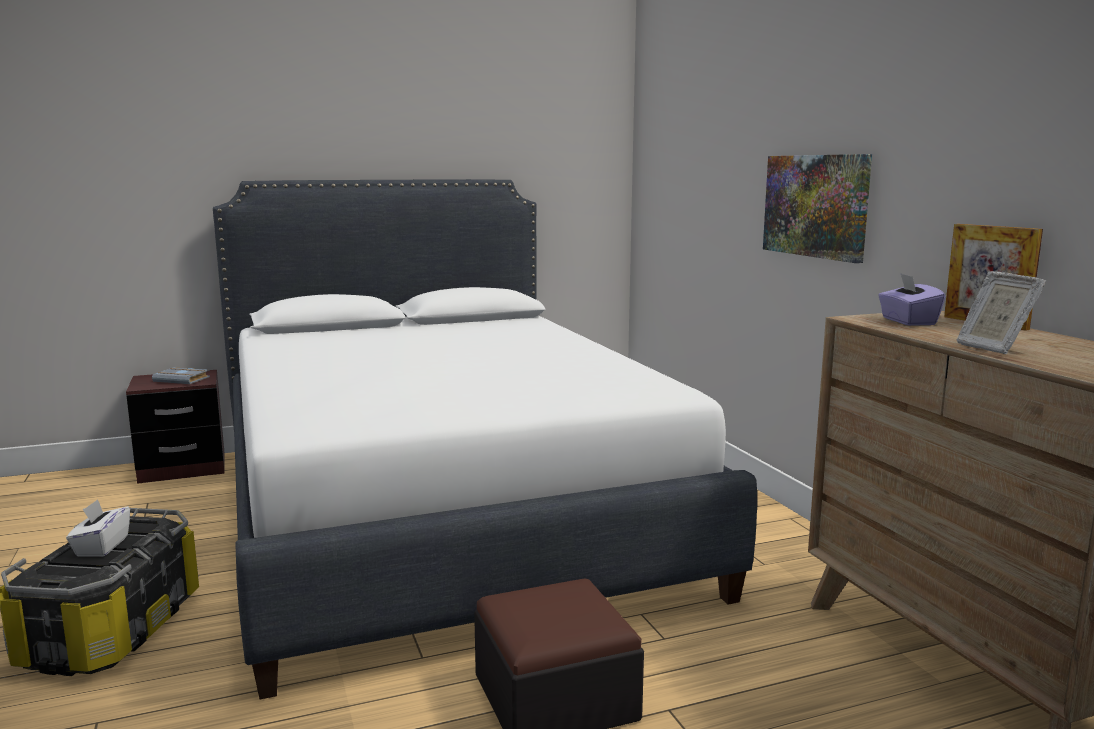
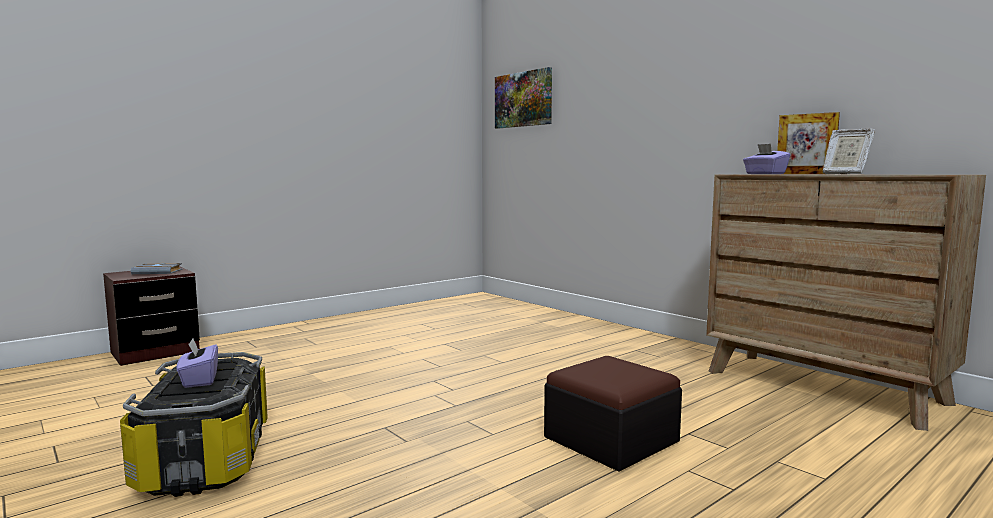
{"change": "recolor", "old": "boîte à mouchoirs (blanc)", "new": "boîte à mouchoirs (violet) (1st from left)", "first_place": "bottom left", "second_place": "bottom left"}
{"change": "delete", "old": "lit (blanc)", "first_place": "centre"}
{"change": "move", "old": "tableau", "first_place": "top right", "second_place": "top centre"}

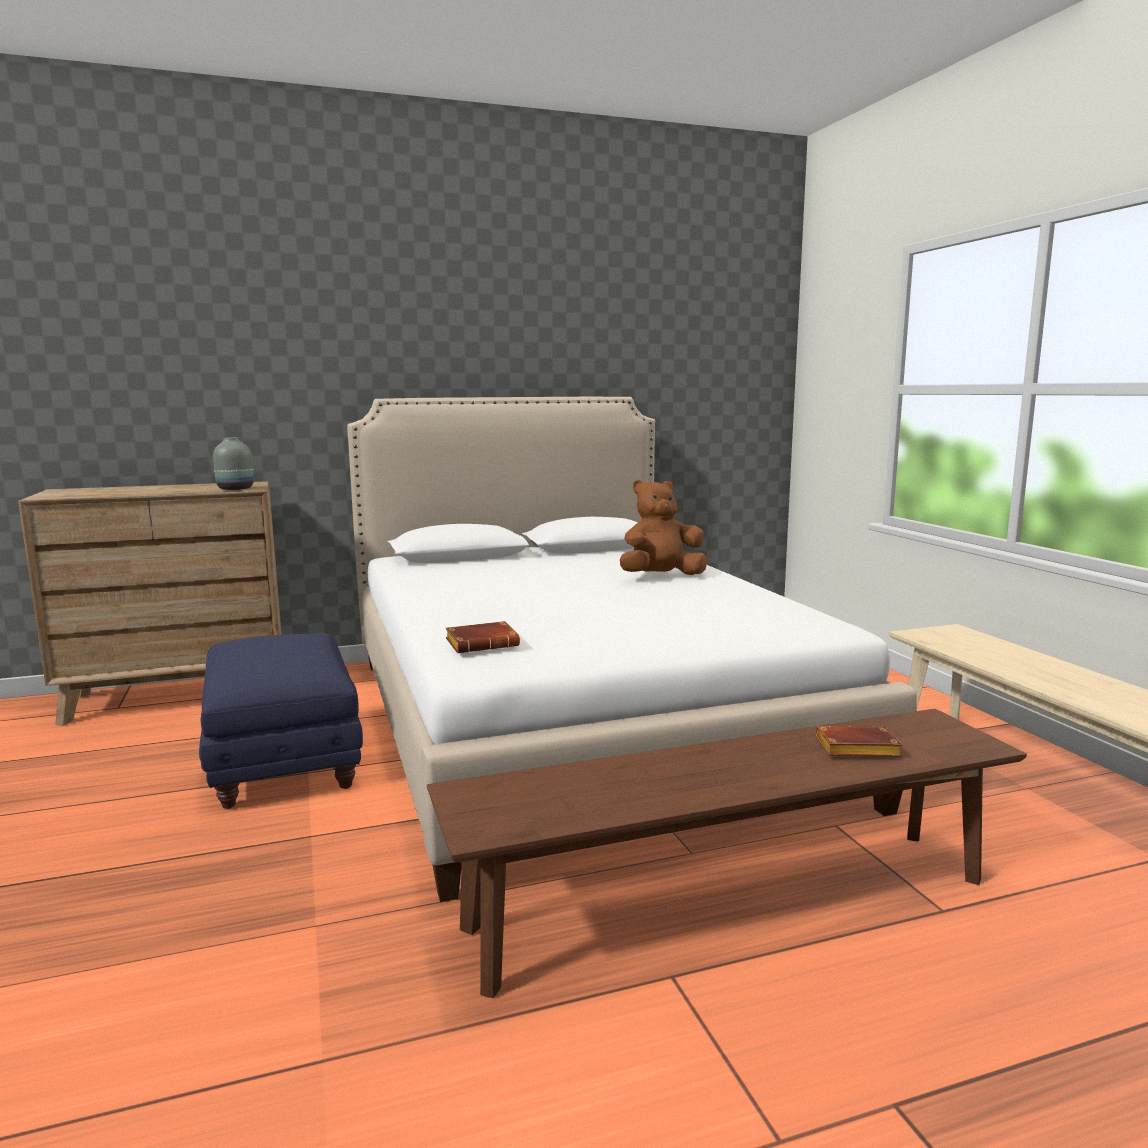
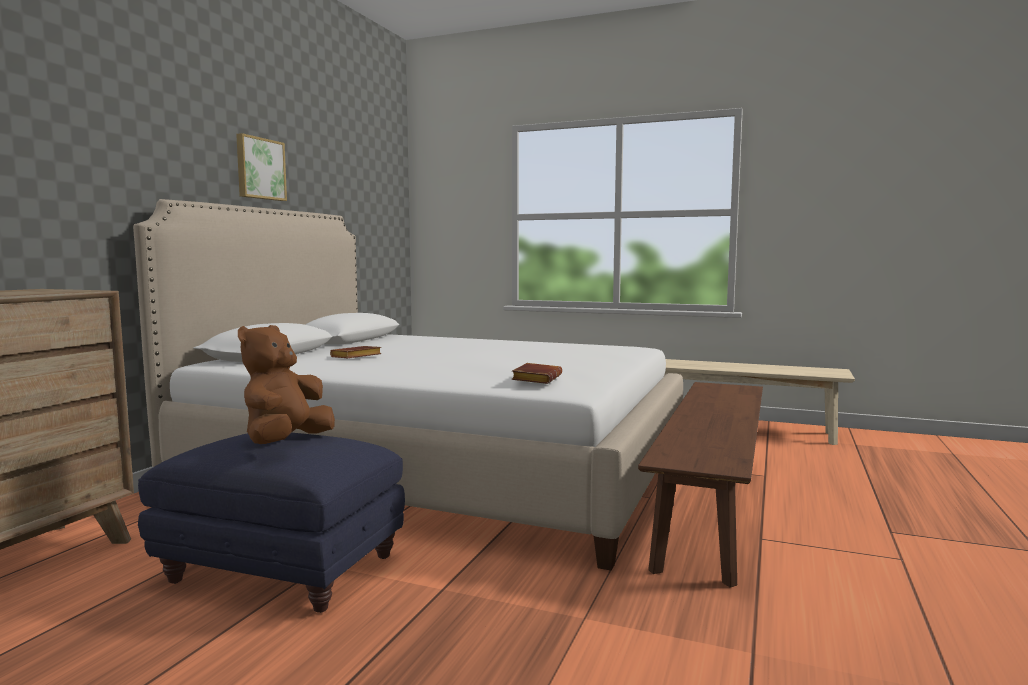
{"change": "delete", "old": "vase (gris)", "first_place": "middle left"}
{"change": "move", "old": "peluche (marron)", "first_place": "centre", "second_place": "middle left"}
{"change": "move", "old": "livre (marron) (2nd from left in the first image)", "new": "livre (marron) (1st from left)", "first_place": "middle right", "second_place": "centre"}
{"change": "insert", "new": "tableau", "second_place": "top left"}

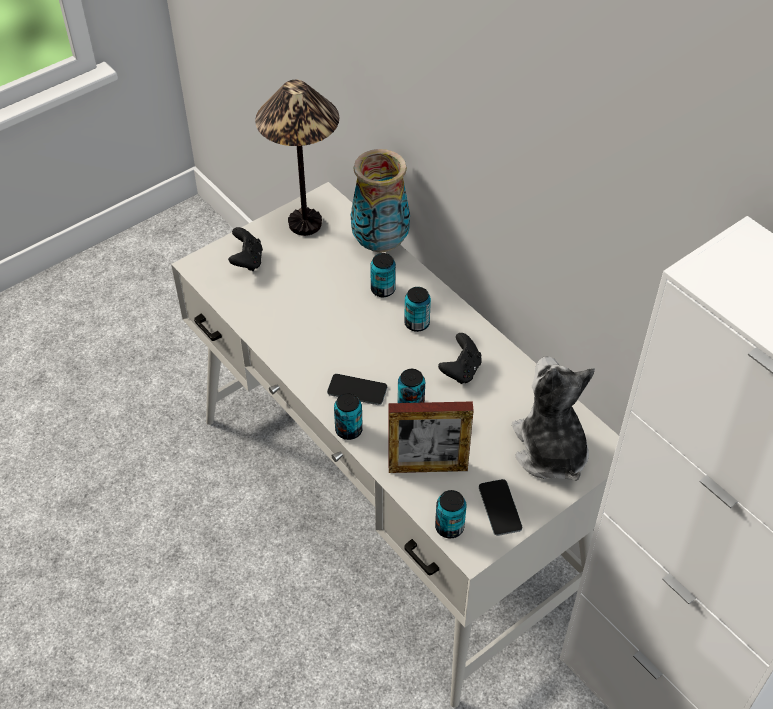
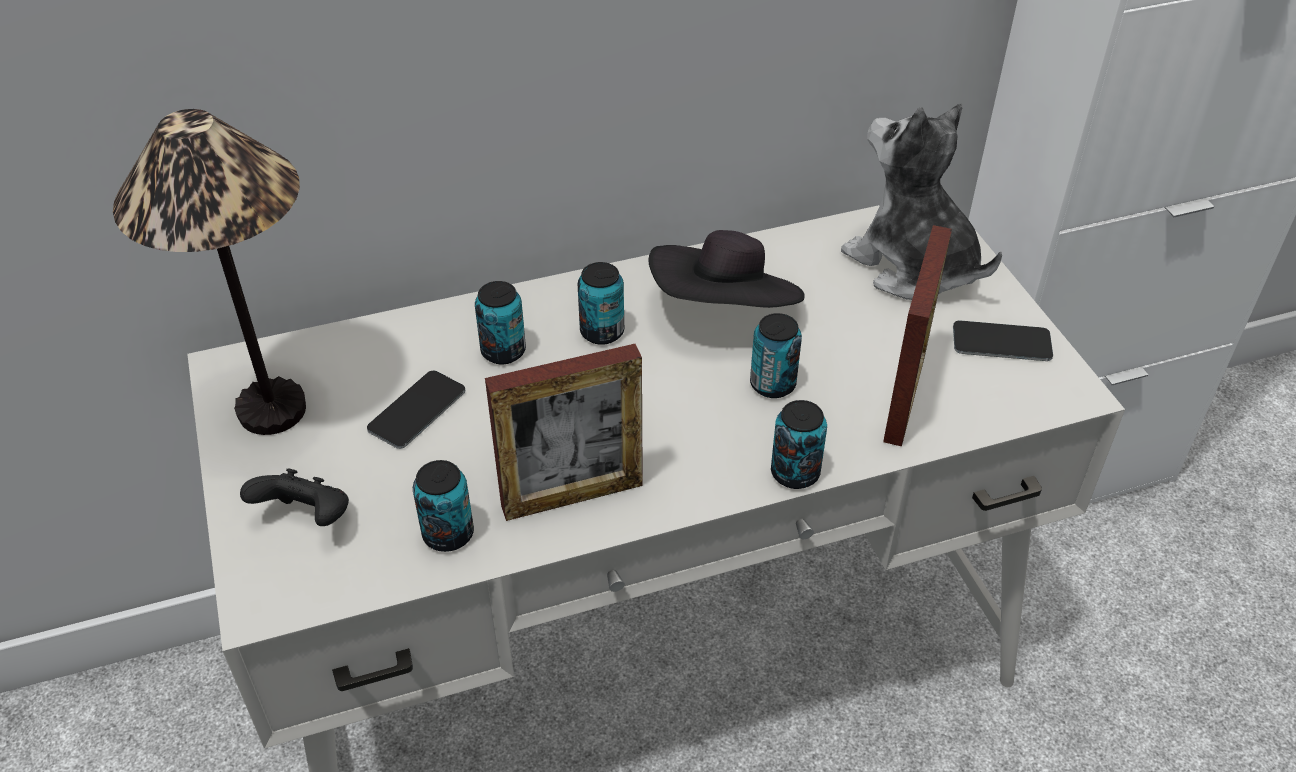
{"change": "move", "old": "téléphone (1st from left)", "first_place": "centre", "second_place": "middle left"}
{"change": "delete", "old": "vase", "first_place": "top centre"}
{"change": "move", "old": "boîte métallique (5th from left in the first image)", "new": "boîte métallique (1st from left)", "first_place": "bottom centre", "second_place": "centre"}
{"change": "replace", "old": "manette (noir) (2nd from left)", "new": "chapeau (noir)", "first_place": "centre", "second_place": "centre"}
{"change": "rotate", "old": "peluche", "first_place": "middle right", "second_place": "top right", "degrees": 45}
{"change": "insert", "new": "cadre photo (1st from left)", "second_place": "centre"}

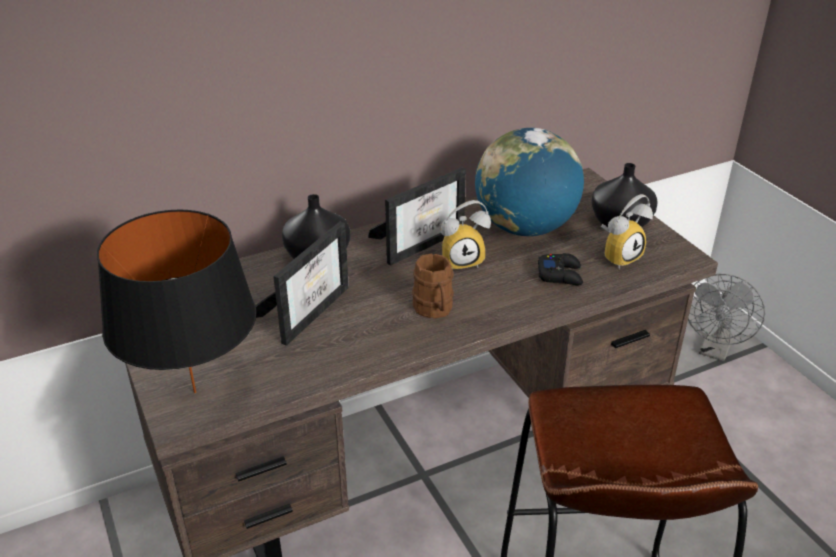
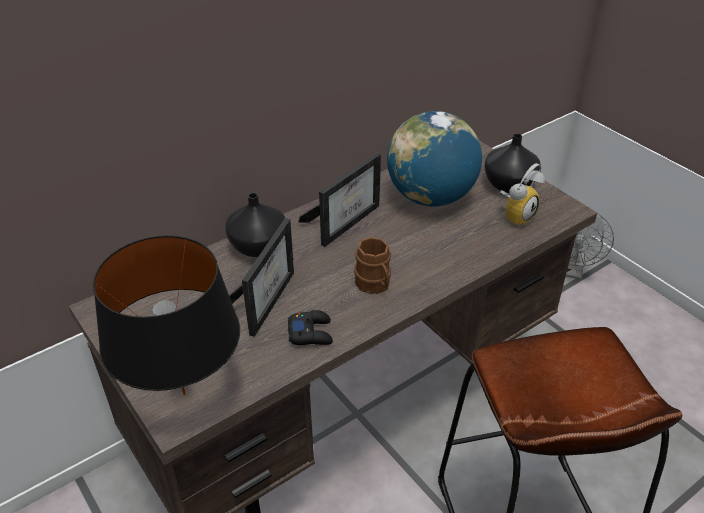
{"change": "delete", "old": "réveil (1st from left)", "first_place": "centre"}
{"change": "move", "old": "manette (noir)", "first_place": "middle right", "second_place": "centre"}

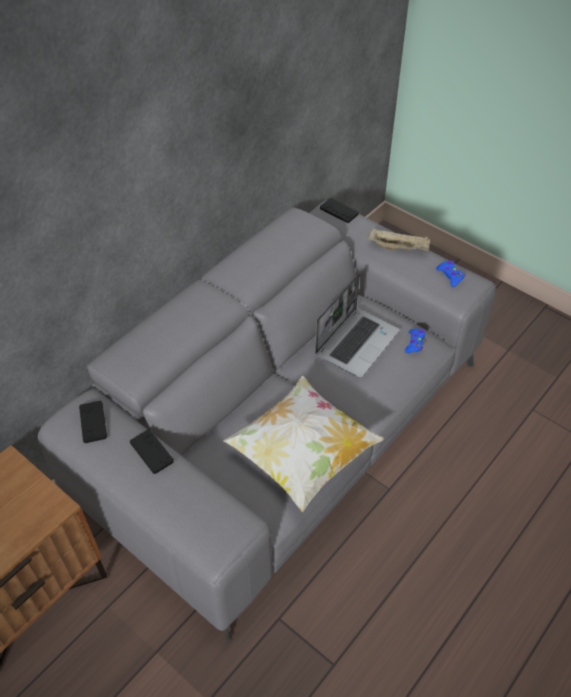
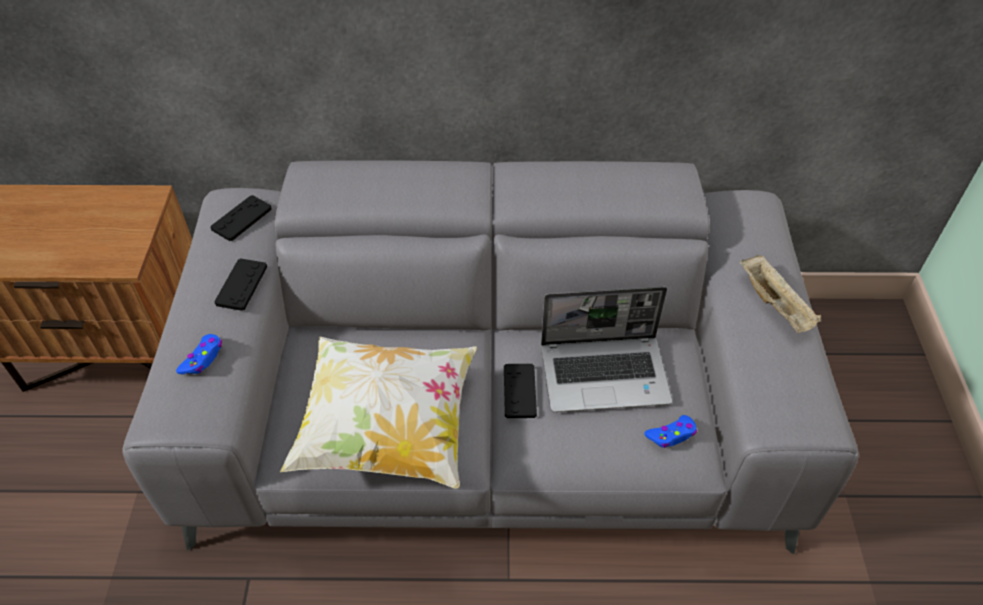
{"change": "move", "old": "manette (noir) (3rd from left)", "first_place": "top centre", "second_place": "centre"}
{"change": "move", "old": "manette (bleu) (2nd from left in the first image)", "new": "manette (bleu) (1st from left)", "first_place": "middle right", "second_place": "middle left"}

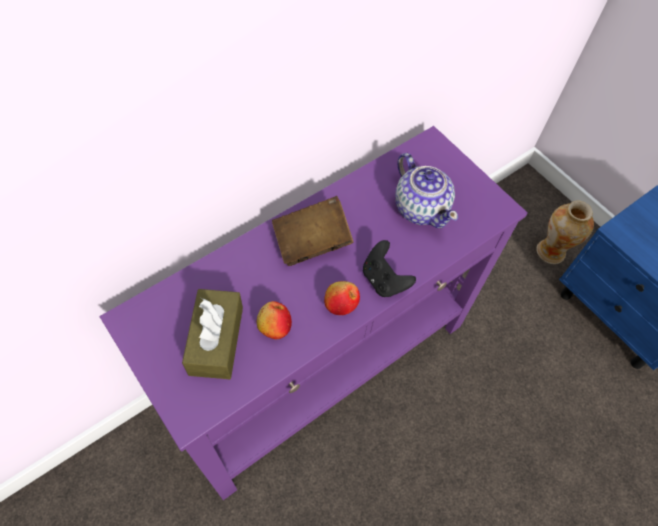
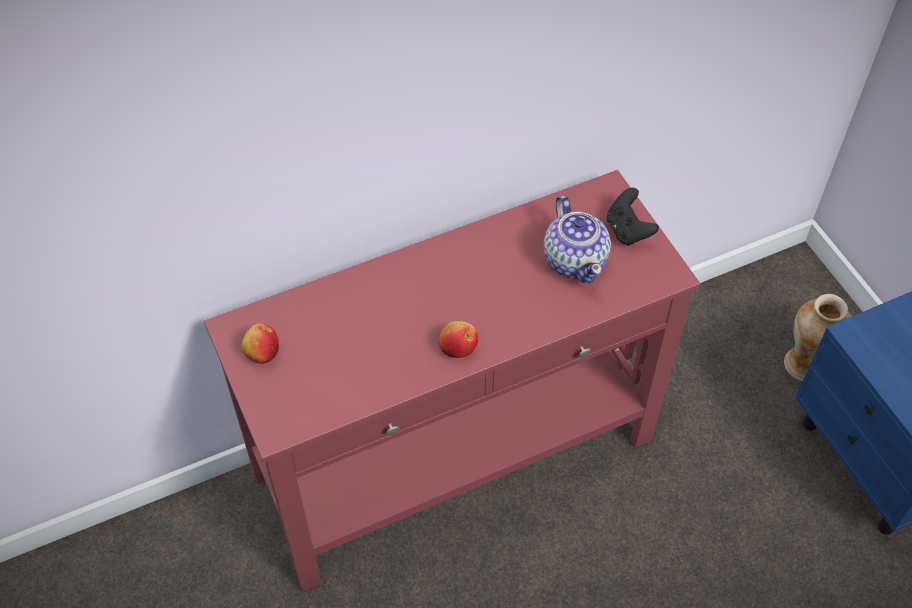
{"change": "recolor", "old": "table console (violet)", "new": "table console (rouge)", "first_place": "centre", "second_place": "centre"}
{"change": "delete", "old": "boîte à mouchoirs (marron)", "first_place": "middle left"}
{"change": "move", "old": "pomme (1st from left)", "first_place": "centre", "second_place": "middle left"}
{"change": "delete", "old": "livre (marron)", "first_place": "centre"}
{"change": "move", "old": "manette (noir)", "first_place": "centre", "second_place": "middle right"}

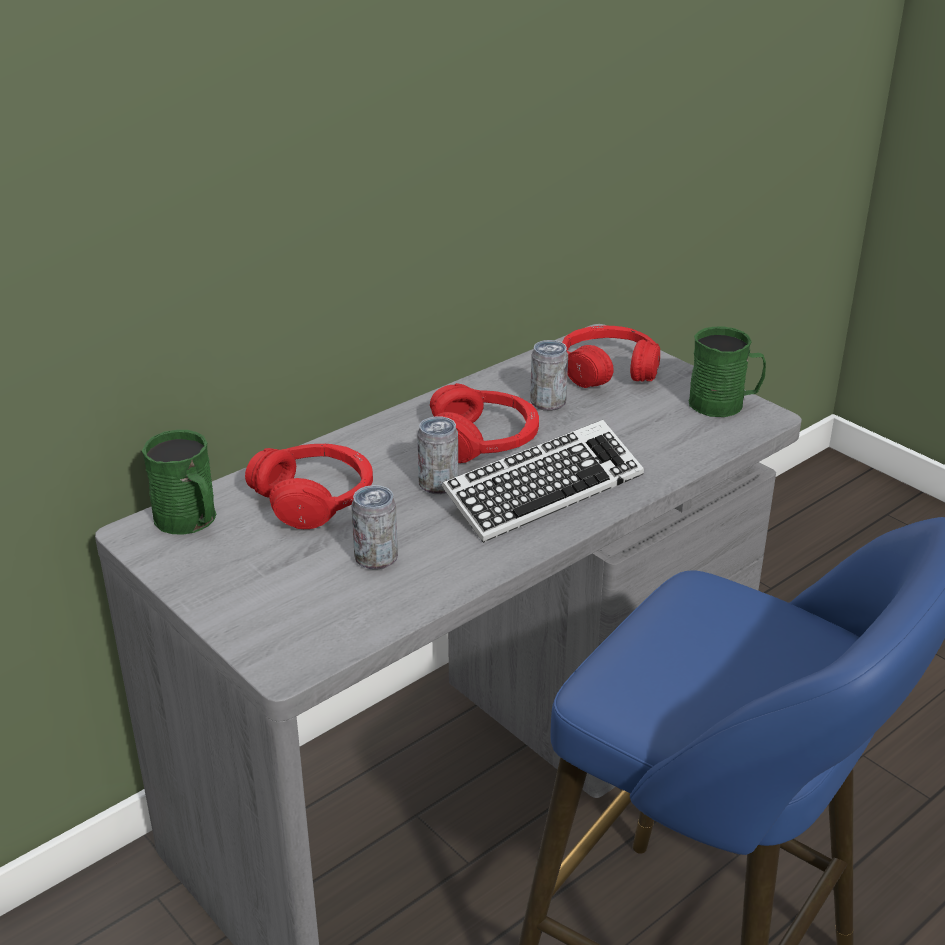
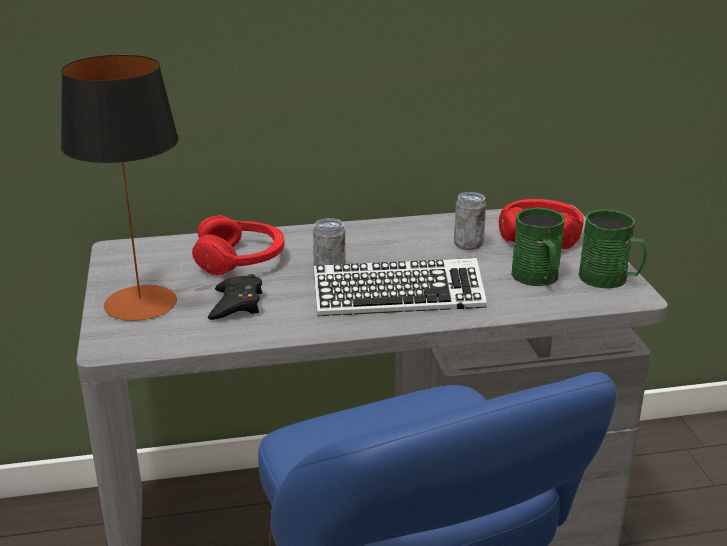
{"change": "move", "old": "mug (vert) (1st from left)", "first_place": "middle left", "second_place": "middle right"}
{"change": "replace", "old": "boîte métallique (1st from left)", "new": "manette (noir)", "first_place": "centre", "second_place": "middle left"}
{"change": "delete", "old": "casque audio (rouge) (2nd from left)", "first_place": "centre"}
{"change": "insert", "new": "lampe de table", "second_place": "middle left"}

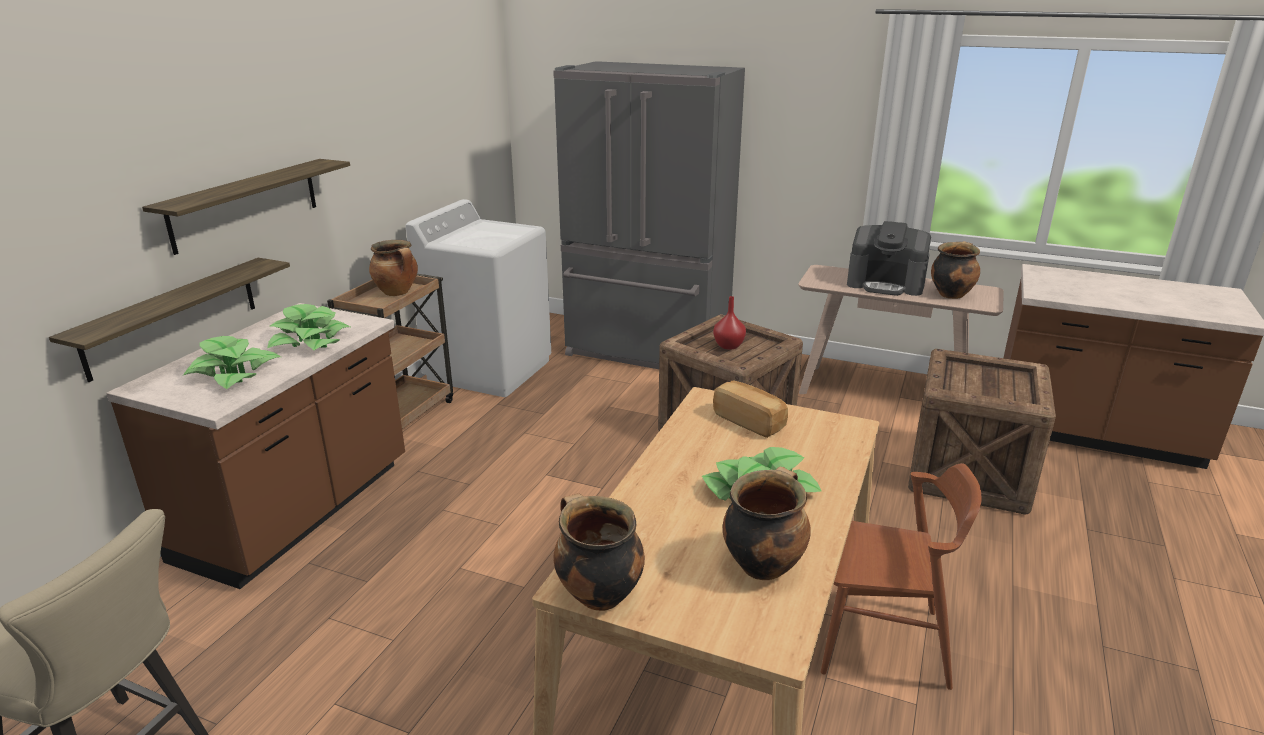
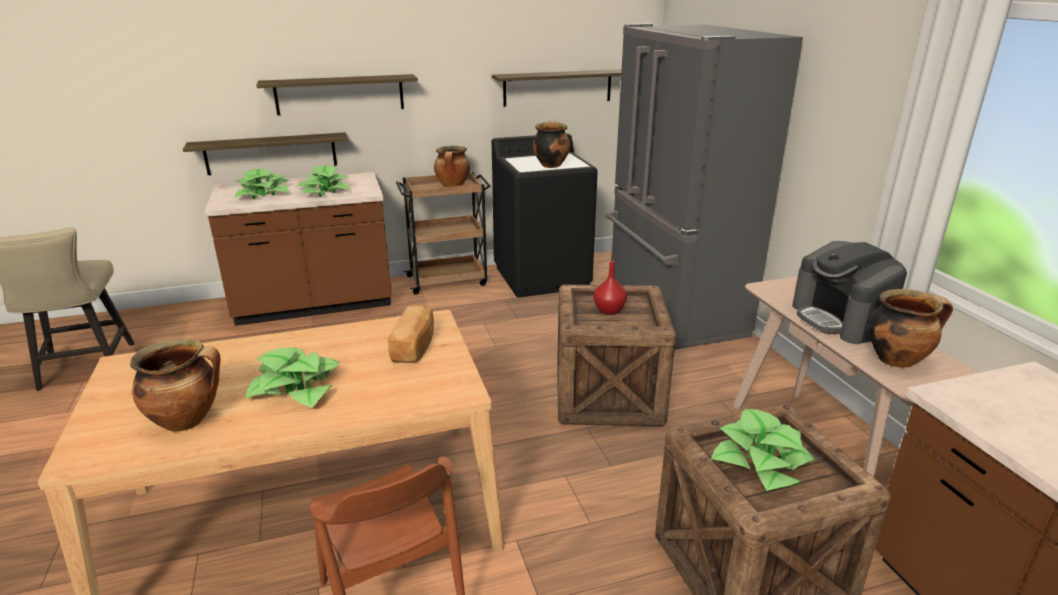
{"change": "recolor", "old": "lave-linge (blanc)", "new": "lave-linge (noir)", "first_place": "centre", "second_place": "centre"}
{"change": "move", "old": "marmite (2nd from left in the first image)", "new": "marmite (3rd from left)", "first_place": "bottom centre", "second_place": "top centre"}
{"change": "insert", "new": "étagère (3rd from left)", "second_place": "top centre"}
{"change": "insert", "new": "plante en pot (4th from left)", "second_place": "bottom right"}

